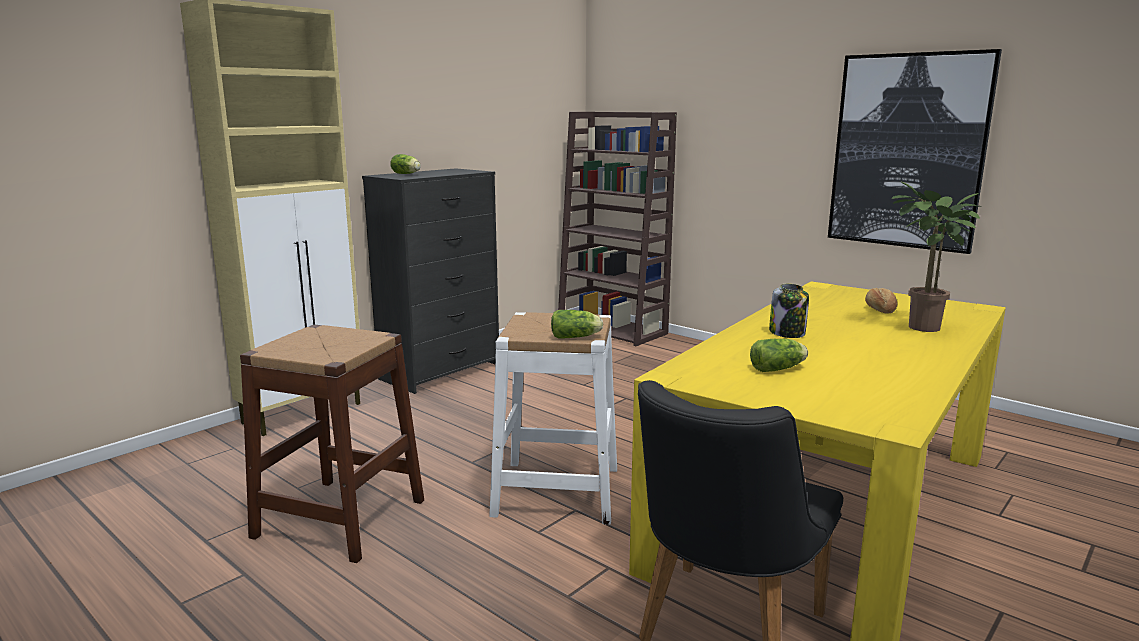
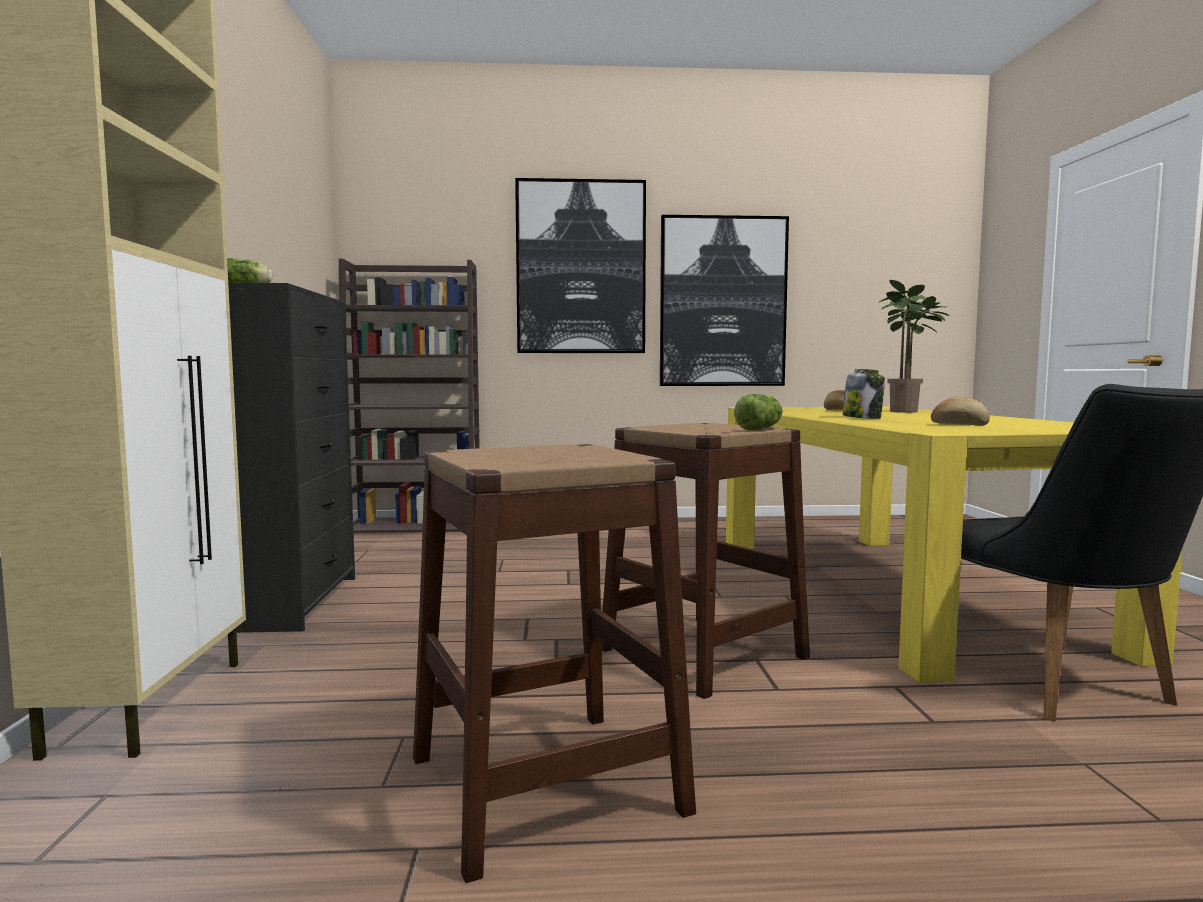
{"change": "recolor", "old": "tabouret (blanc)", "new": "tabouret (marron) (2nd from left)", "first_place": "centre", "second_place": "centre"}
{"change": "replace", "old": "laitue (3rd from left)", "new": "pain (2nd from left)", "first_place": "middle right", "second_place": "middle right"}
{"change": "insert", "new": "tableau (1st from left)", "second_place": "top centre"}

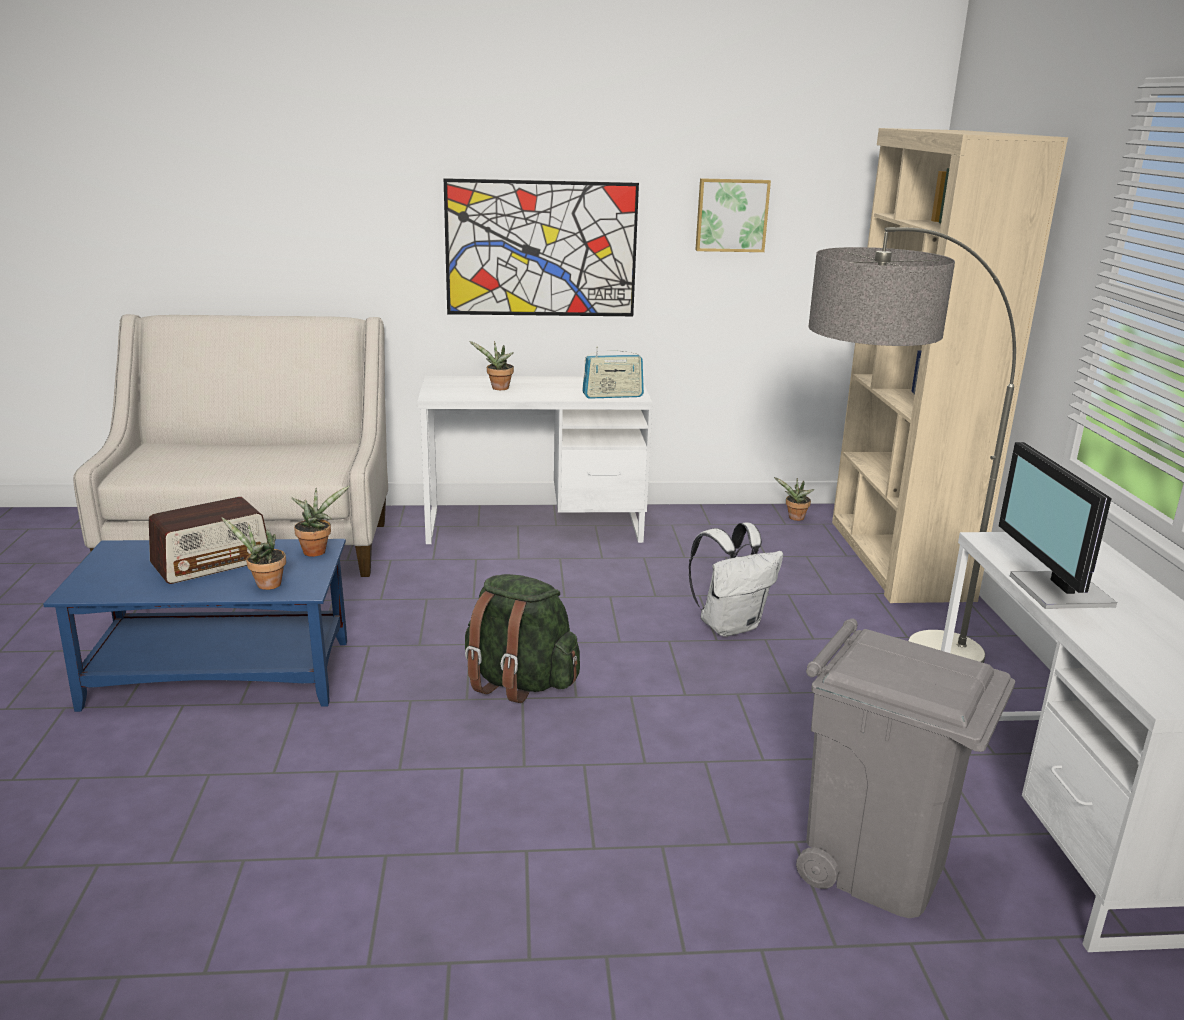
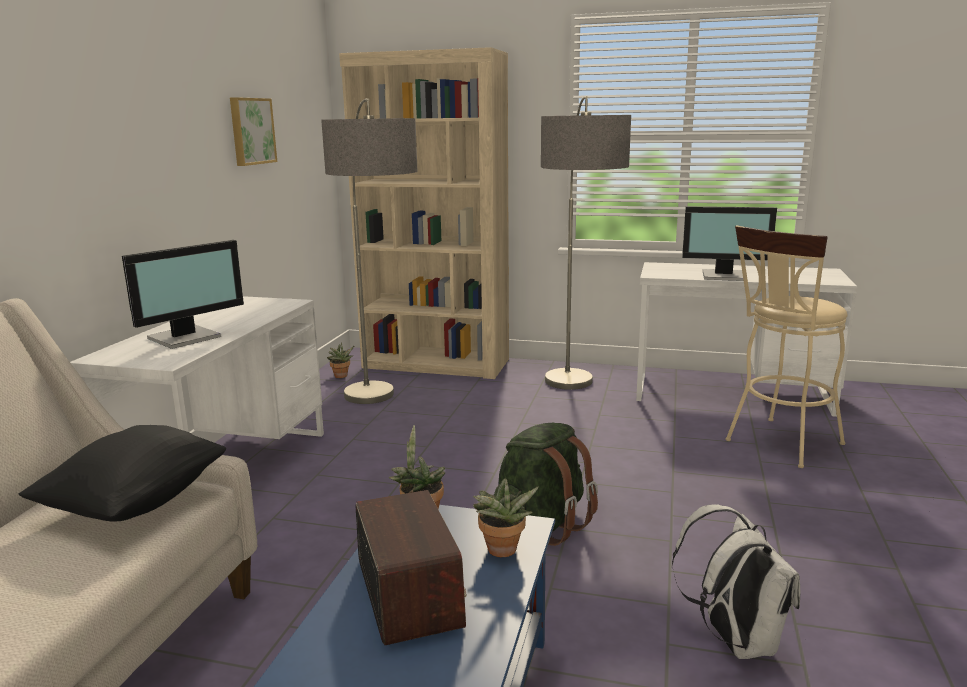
{"change": "delete", "old": "tableau (1st from left)", "first_place": "top centre"}
{"change": "replace", "old": "plante en pot (3rd from left)", "new": "écran d'ordinateur (1st from left)", "first_place": "centre", "second_place": "middle left"}
{"change": "delete", "old": "radio (2nd from left)", "first_place": "centre"}
{"change": "move", "old": "sac à dos (blanc)", "first_place": "centre", "second_place": "bottom right"}
{"change": "replace", "old": "poubelle (gris)", "new": "tabouret (beige)", "first_place": "bottom right", "second_place": "middle right"}
{"change": "insert", "new": "coussin (noir)", "second_place": "bottom left"}
{"change": "insert", "new": "lampadaire (1st from left)", "second_place": "centre"}

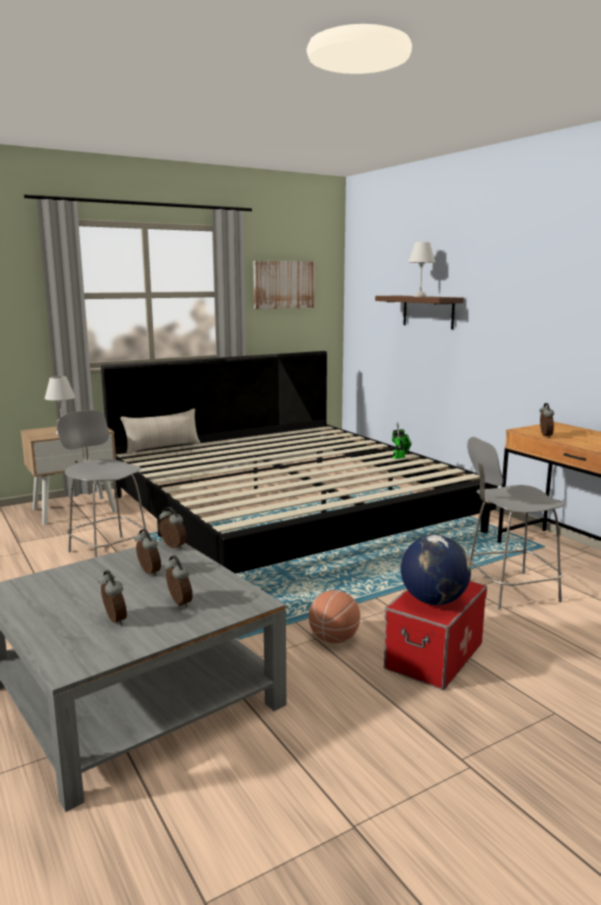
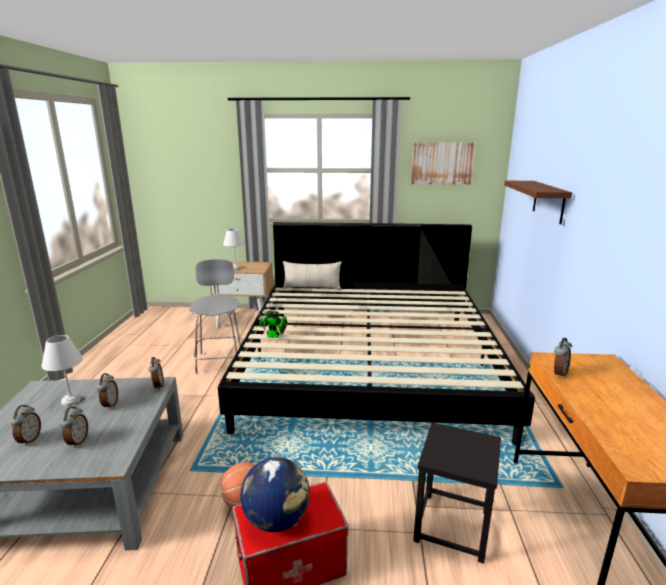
{"change": "move", "old": "robot jouet", "first_place": "middle right", "second_place": "centre"}
{"change": "move", "old": "lampe de table (blanc) (2nd from left in the first image)", "new": "lampe de table (blanc) (1st from left)", "first_place": "top right", "second_place": "middle left"}
{"change": "replace", "old": "chaise (gris) (2nd from left)", "new": "tabouret (noir)", "first_place": "middle right", "second_place": "bottom right"}

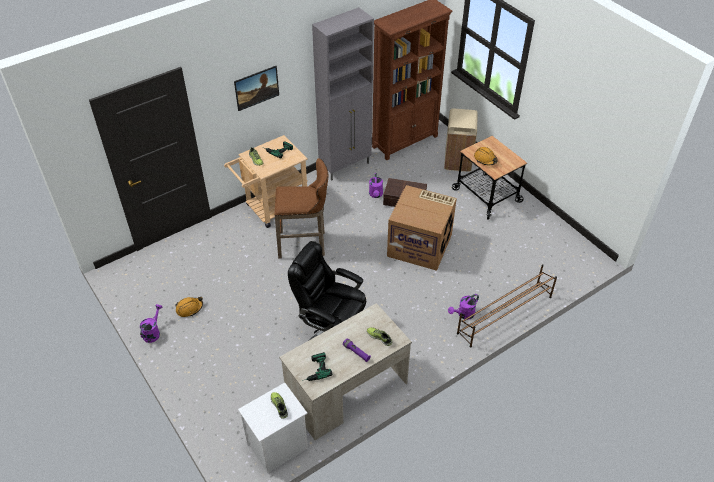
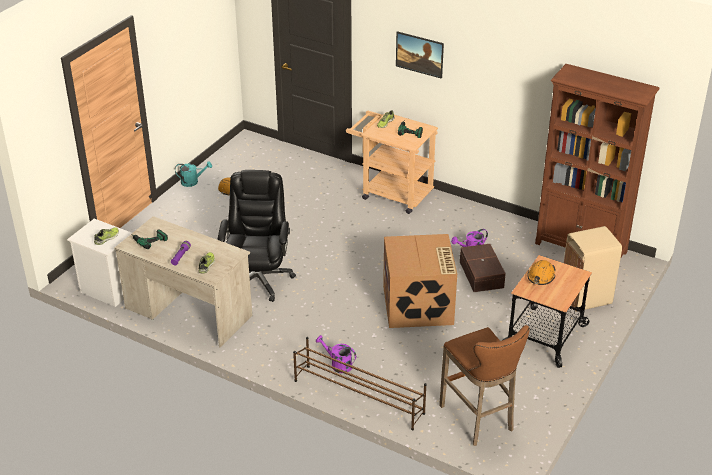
{"change": "recolor", "old": "arrosoir (violet) (1st from left)", "new": "arrosoir (turquoise)", "first_place": "bottom left", "second_place": "middle left"}
{"change": "move", "old": "tabouret (marron)", "first_place": "centre", "second_place": "bottom right"}
{"change": "delete", "old": "meuble de rangement (gris)", "first_place": "top centre"}

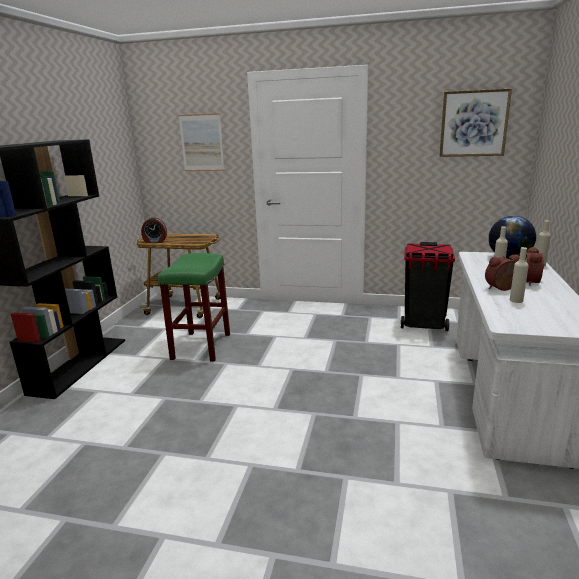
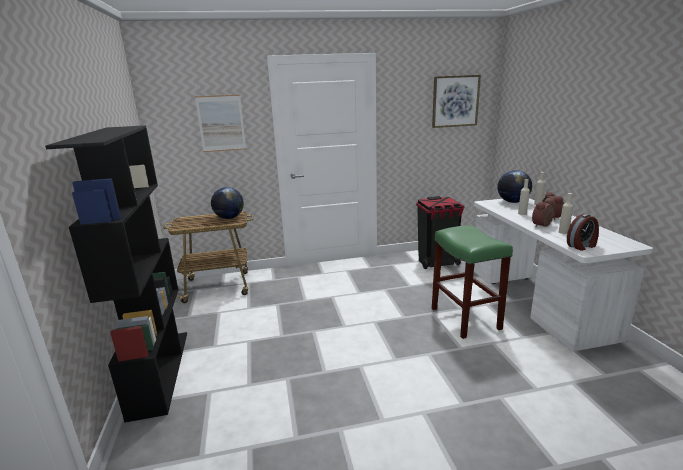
{"change": "move", "old": "réveil (1st from left in the first image)", "new": "réveil (3rd from left)", "first_place": "middle left", "second_place": "middle right"}
{"change": "move", "old": "tabouret (vert)", "first_place": "centre", "second_place": "middle right"}
{"change": "insert", "new": "globe (1st from left)", "second_place": "middle left"}

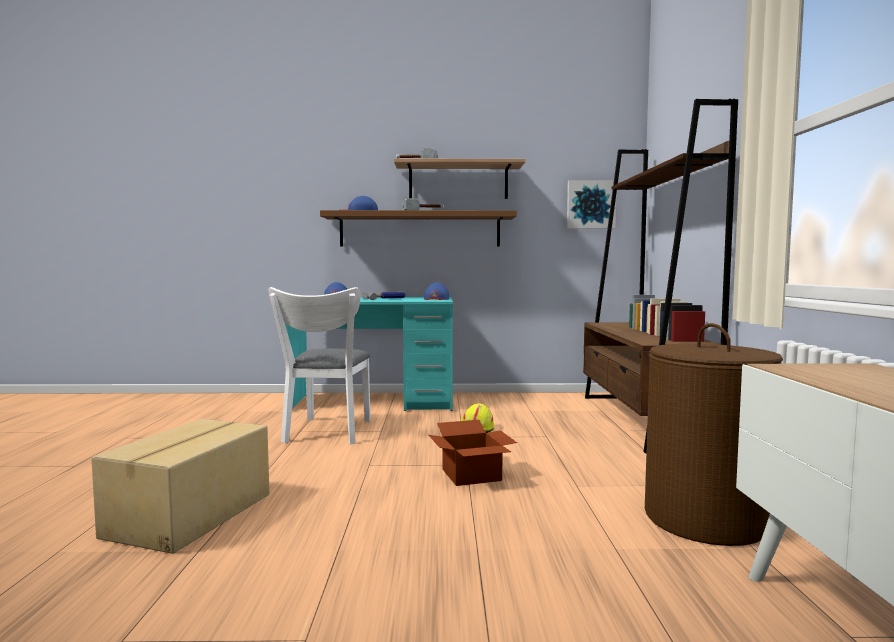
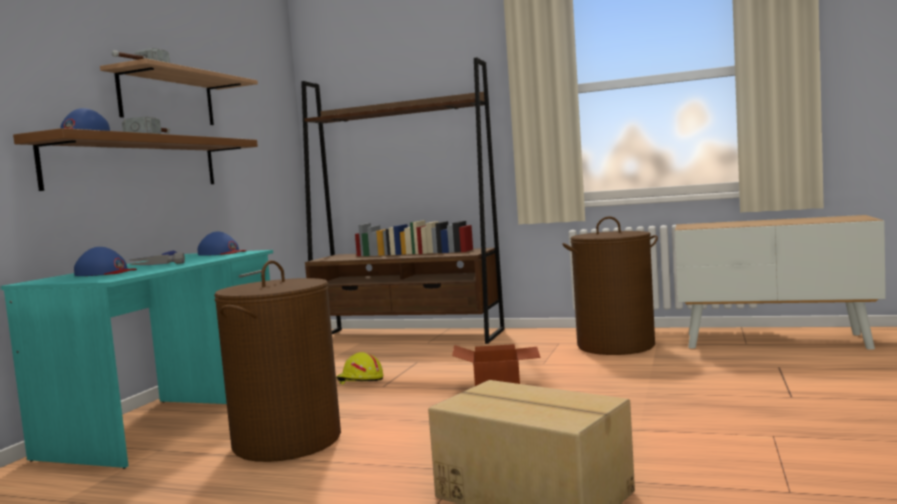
{"change": "replace", "old": "chaise (blanc)", "new": "panier à linge (marron) (1st from left)", "first_place": "centre", "second_place": "bottom left"}
{"change": "delete", "old": "tableau", "first_place": "top centre"}

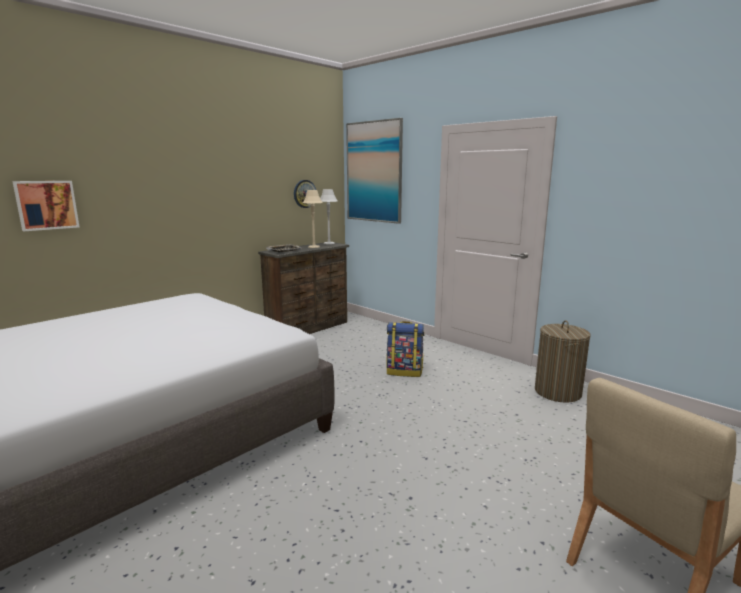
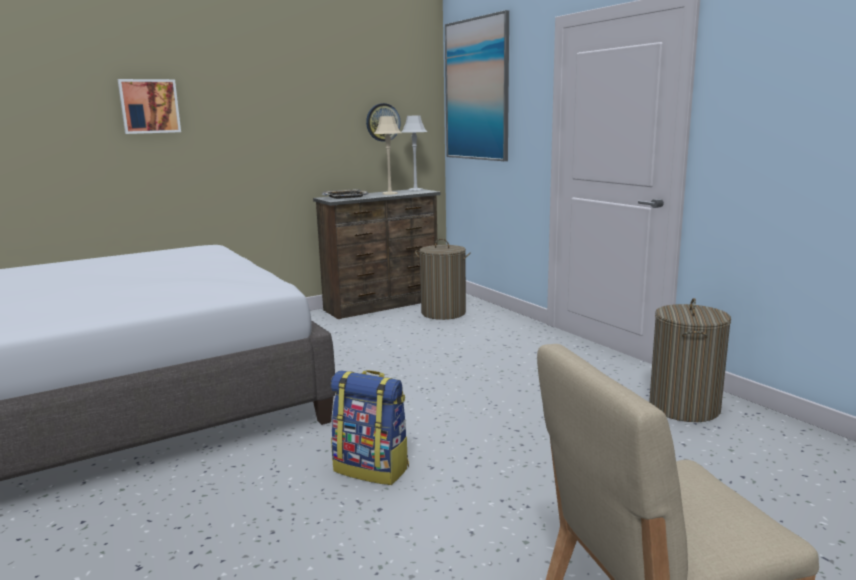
{"change": "move", "old": "tableau (1st from left)", "first_place": "middle left", "second_place": "top left"}
{"change": "move", "old": "sac à dos", "first_place": "centre", "second_place": "bottom centre"}
{"change": "insert", "new": "panier à linge (1st from left)", "second_place": "centre"}

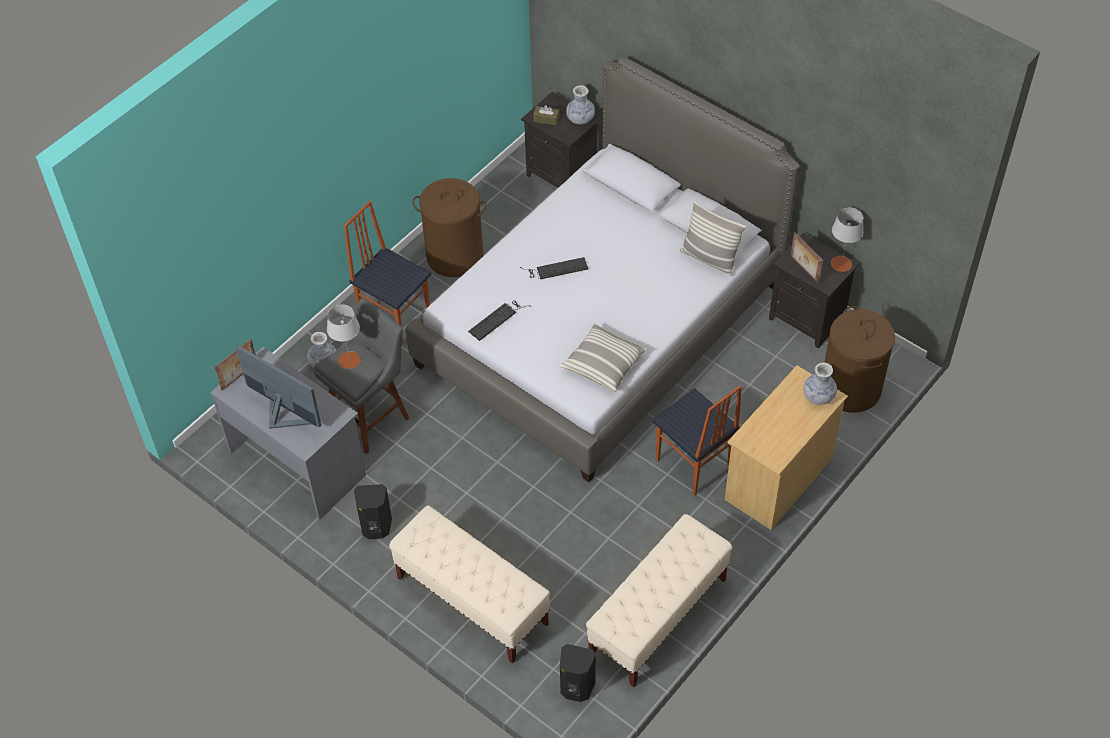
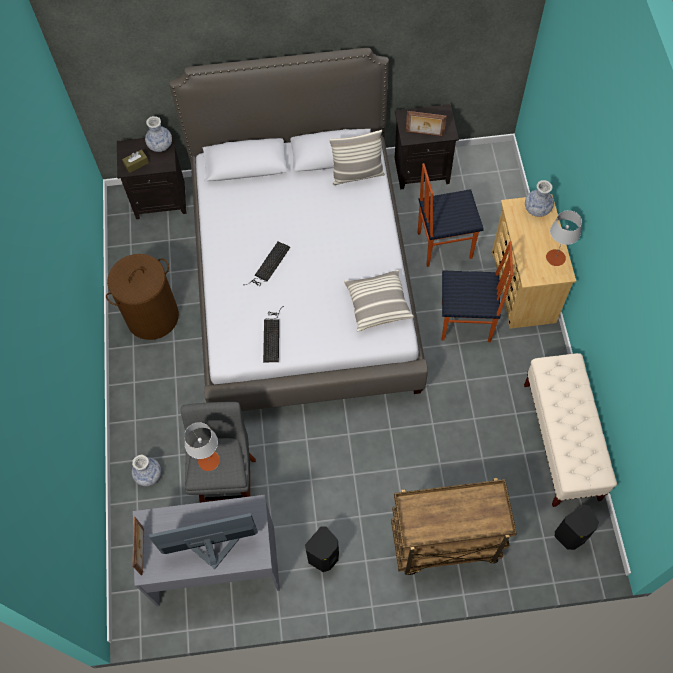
{"change": "move", "old": "chaise (1st from left)", "first_place": "centre", "second_place": "top right"}
{"change": "replace", "old": "banc (beige) (1st from left)", "new": "chariot (marron)", "first_place": "bottom centre", "second_place": "bottom right"}
{"change": "delete", "old": "panier à linge (marron) (2nd from left)", "first_place": "middle right"}
{"change": "move", "old": "lampe de table (gris) (2nd from left)", "first_place": "top right", "second_place": "middle right"}

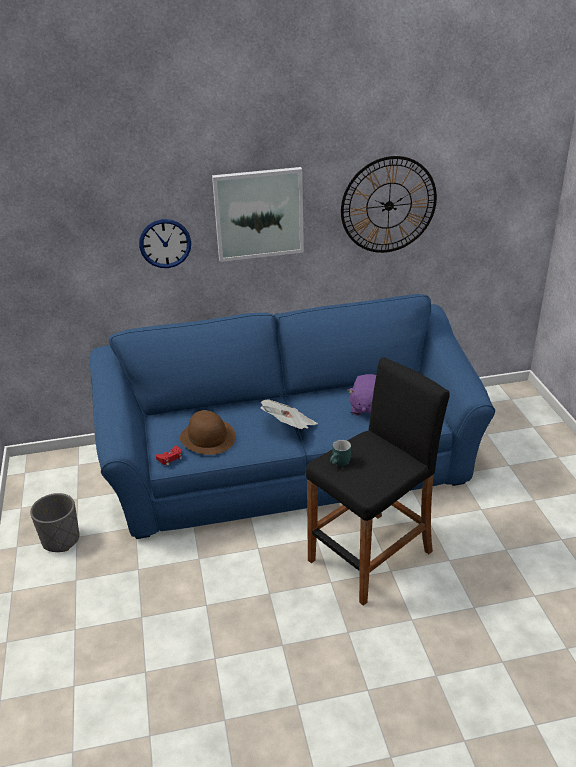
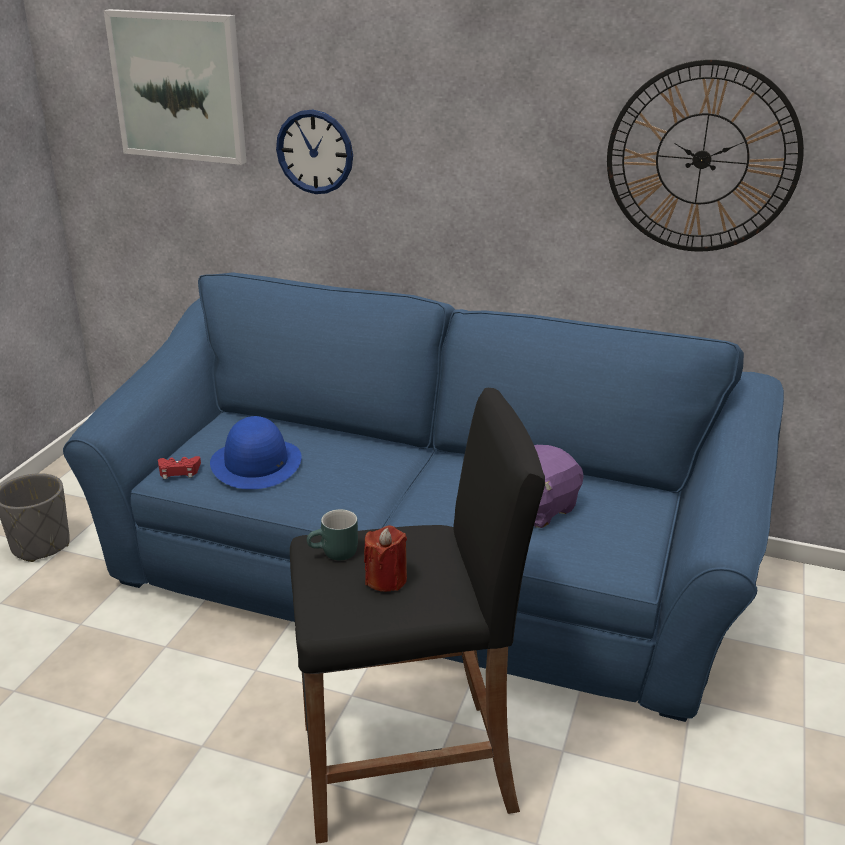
{"change": "recolor", "old": "chapeau (marron)", "new": "chapeau (bleu)", "first_place": "centre", "second_place": "middle left"}
{"change": "move", "old": "tableau", "first_place": "top centre", "second_place": "top left"}
{"change": "delete", "old": "journal", "first_place": "centre"}
{"change": "insert", "new": "bougie (rouge)", "second_place": "centre"}

